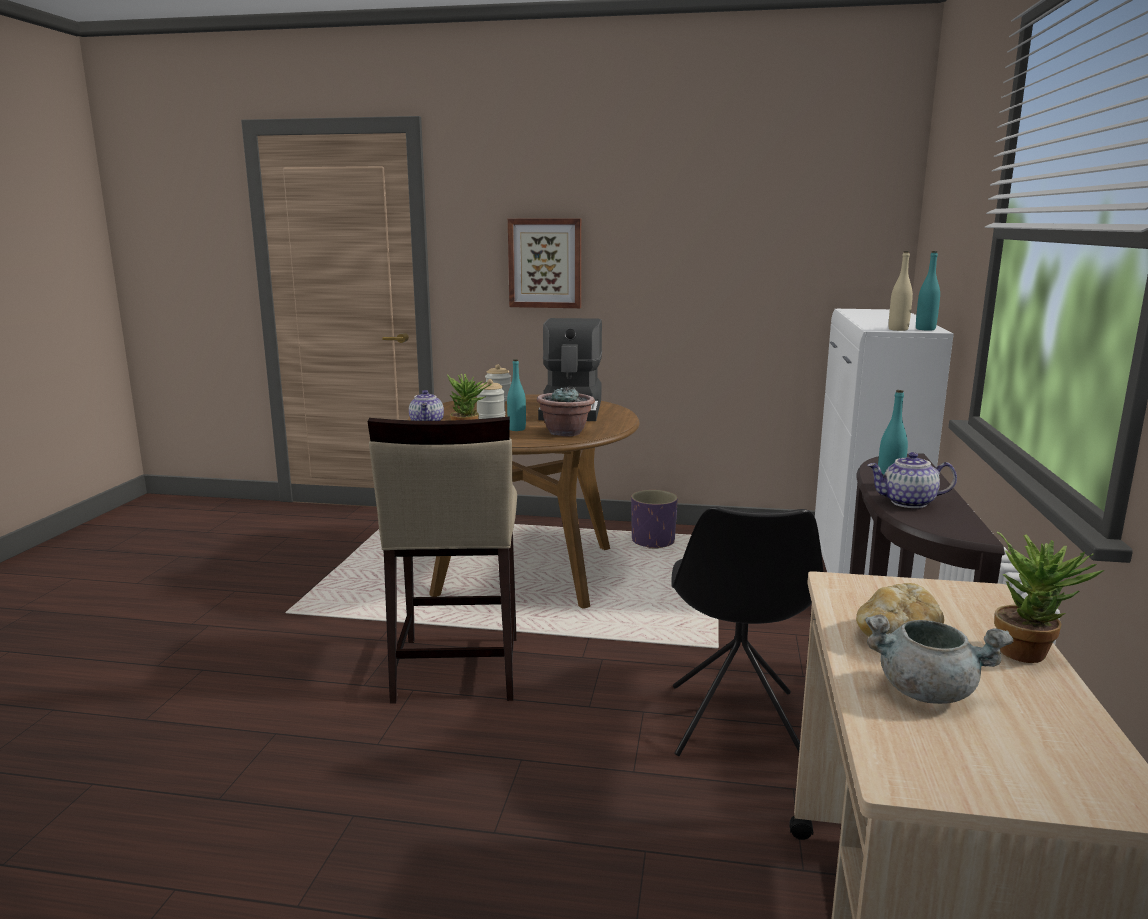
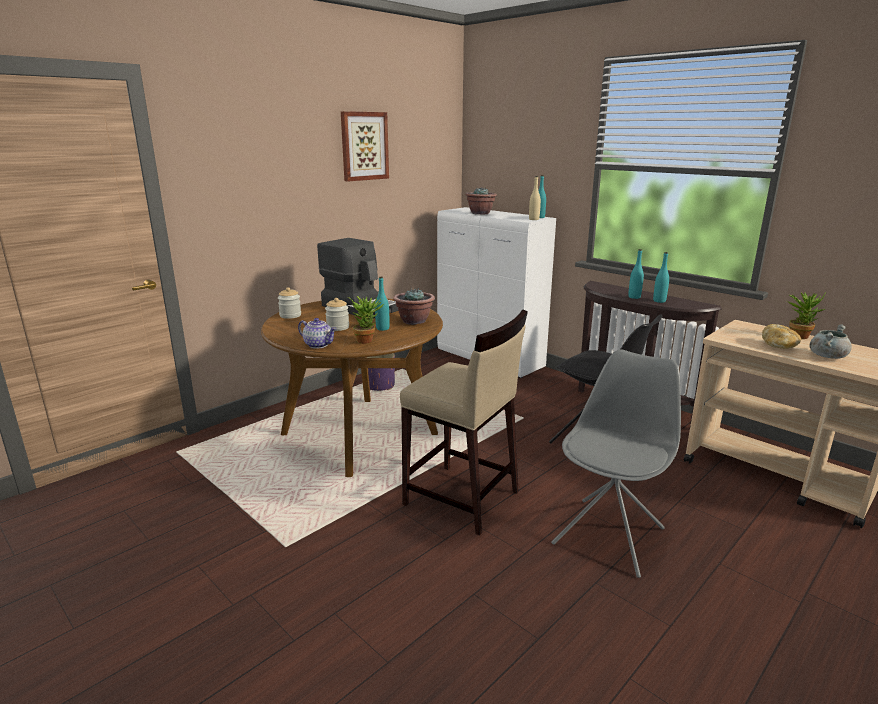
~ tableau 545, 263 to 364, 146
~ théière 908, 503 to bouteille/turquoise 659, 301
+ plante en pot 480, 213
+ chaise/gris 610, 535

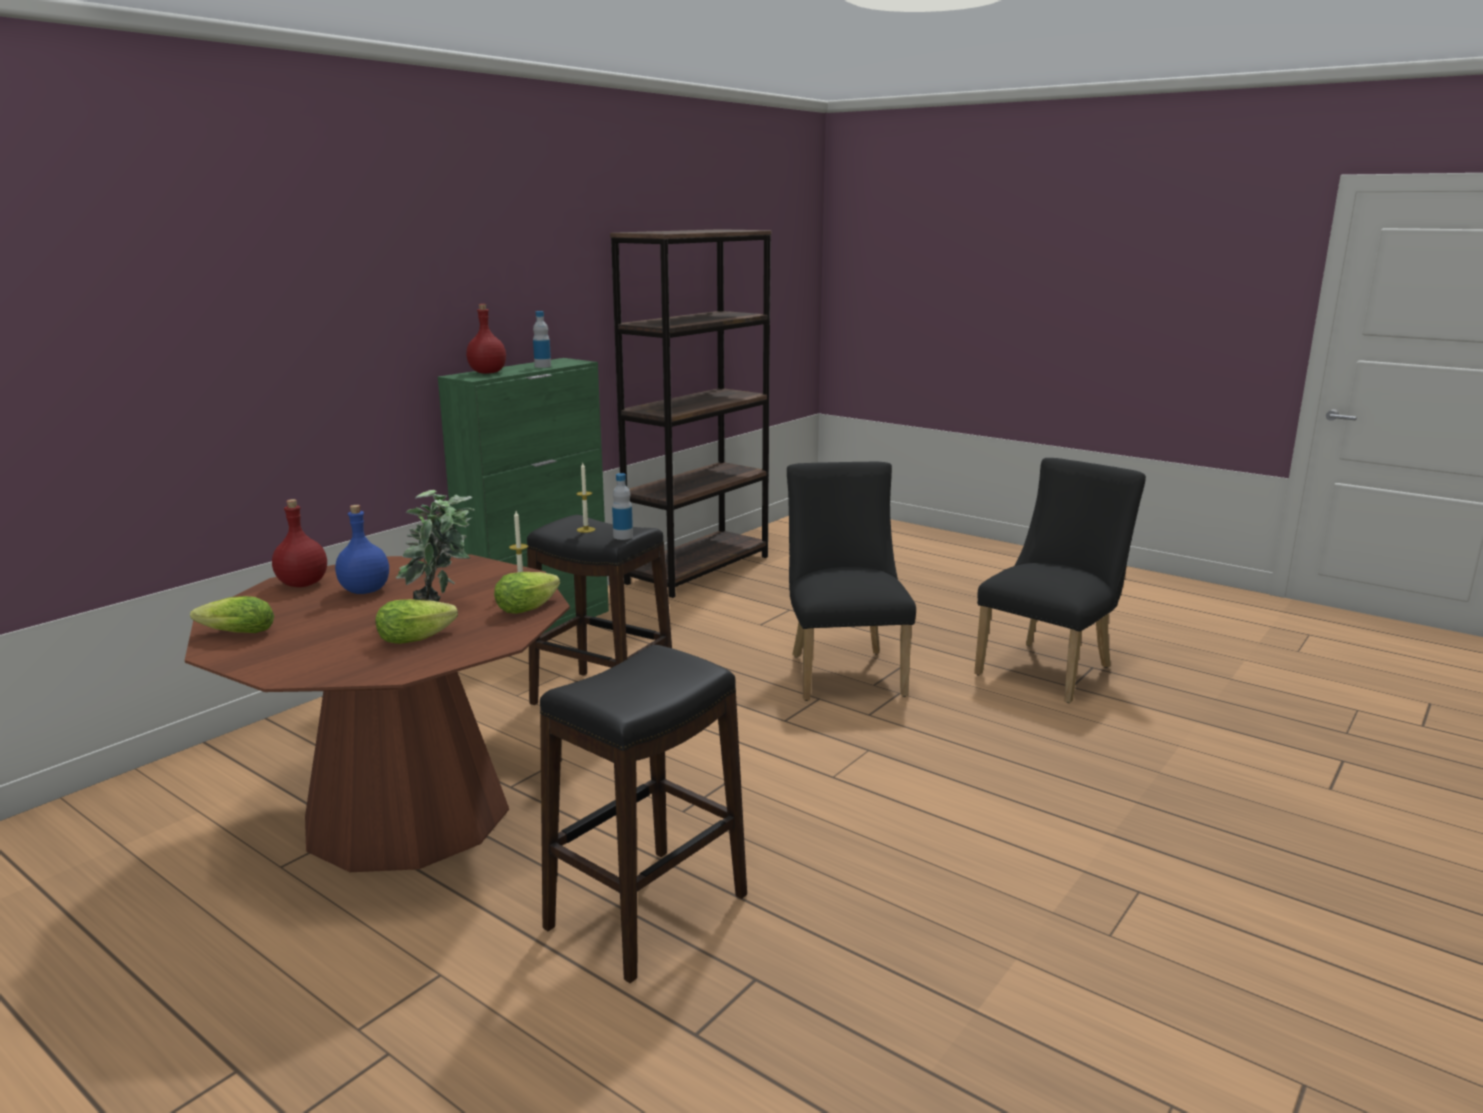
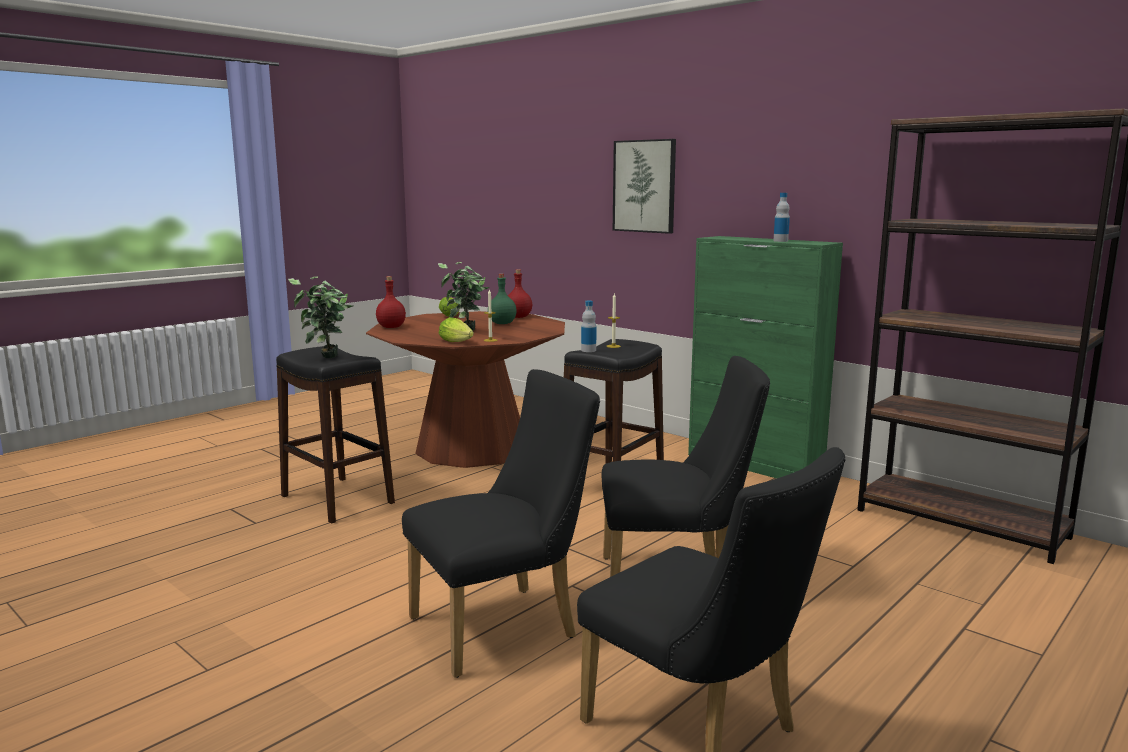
~ bouteille/rouge 487, 372 to 392, 327
~ bouteille/bleu 365, 591 to bouteille/vert 501, 323
- laitue 420, 637
+ tableau 644, 186
+ plante en pot 326, 359
+ chaise/noir 504, 625

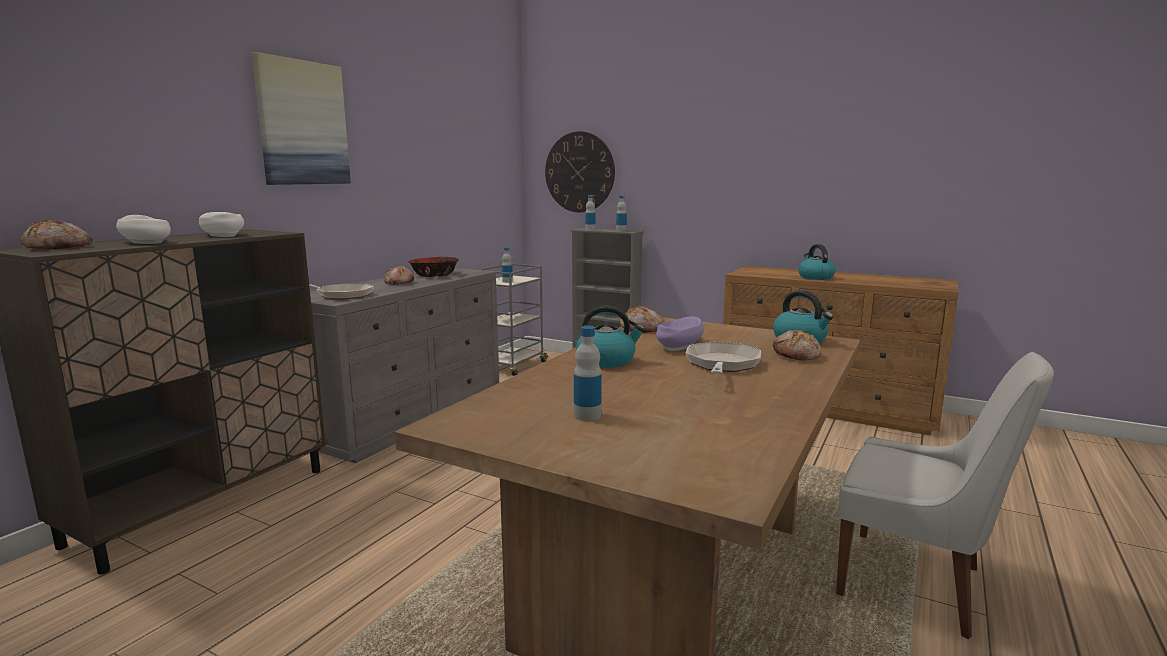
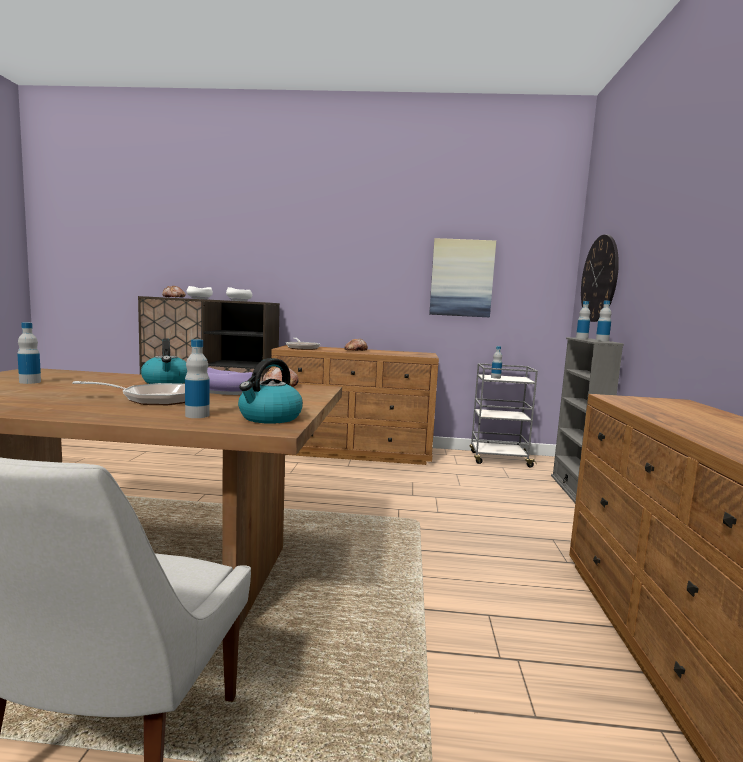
~ tableau 302, 123 to 461, 278
- bouilloire 815, 277
- bol 434, 275
~ commode/gris 409, 418 to commode/marron 354, 451
~ pain 797, 355 to bouteille 197, 415

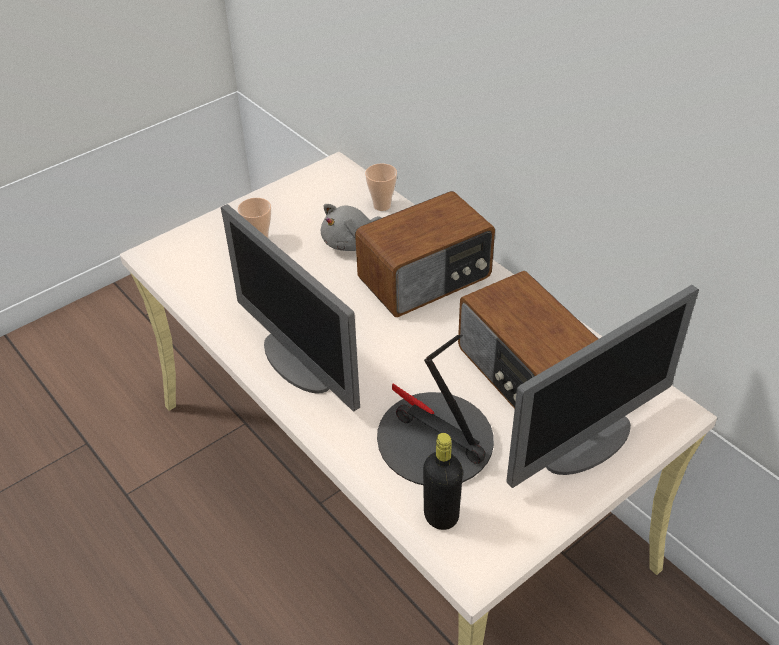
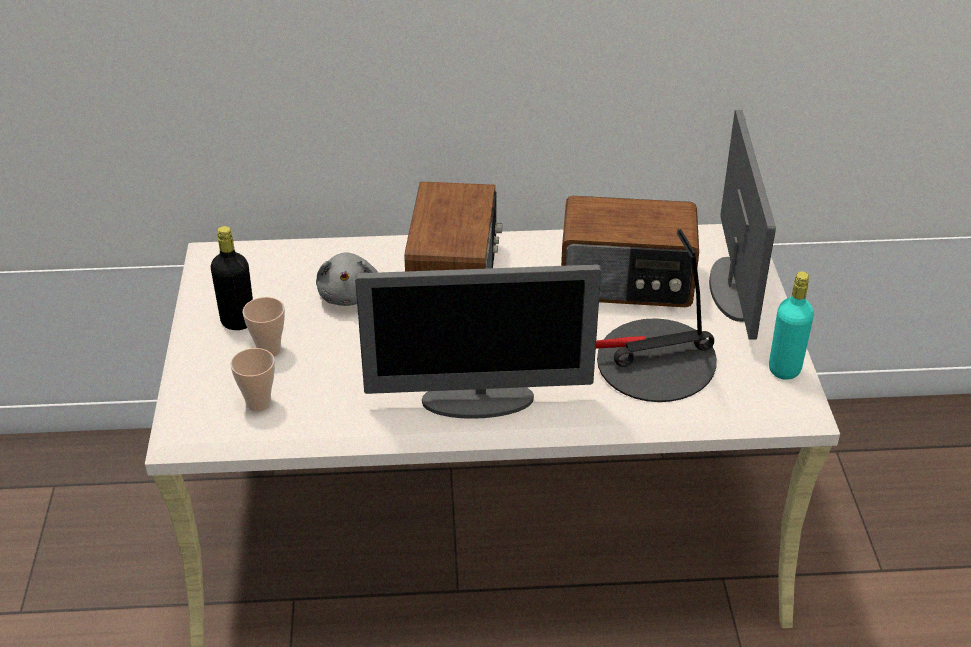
~ tasse 382, 205 to 258, 403
~ bouteille/noir 441, 516 to 238, 322
+ bouteille/turquoise 784, 369

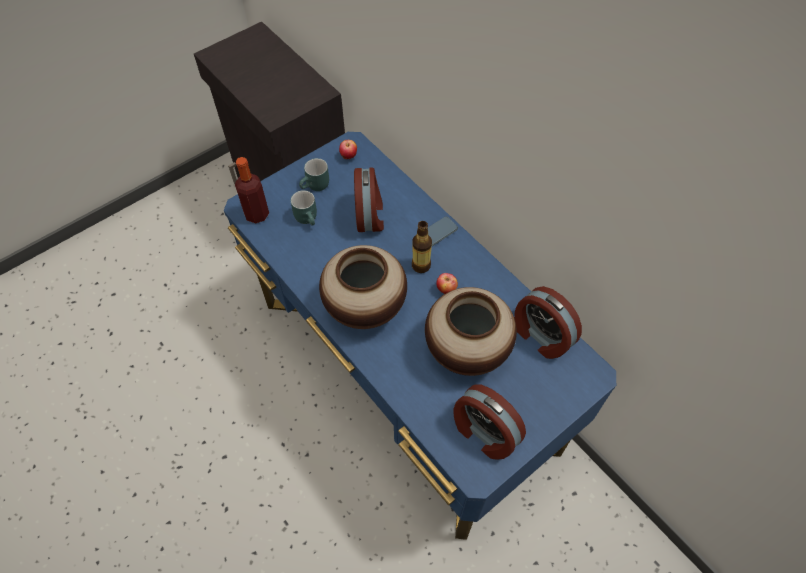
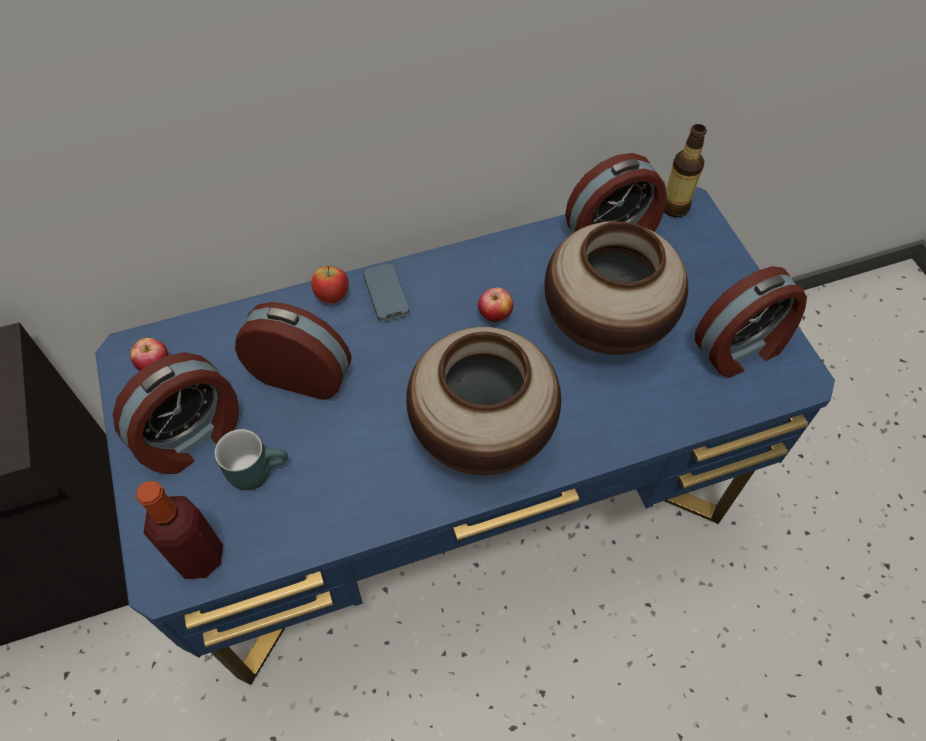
~ mug/turquoise 316, 186 to réveil 192, 437
~ bouteille 421, 265 to 674, 207
+ pomme 332, 297

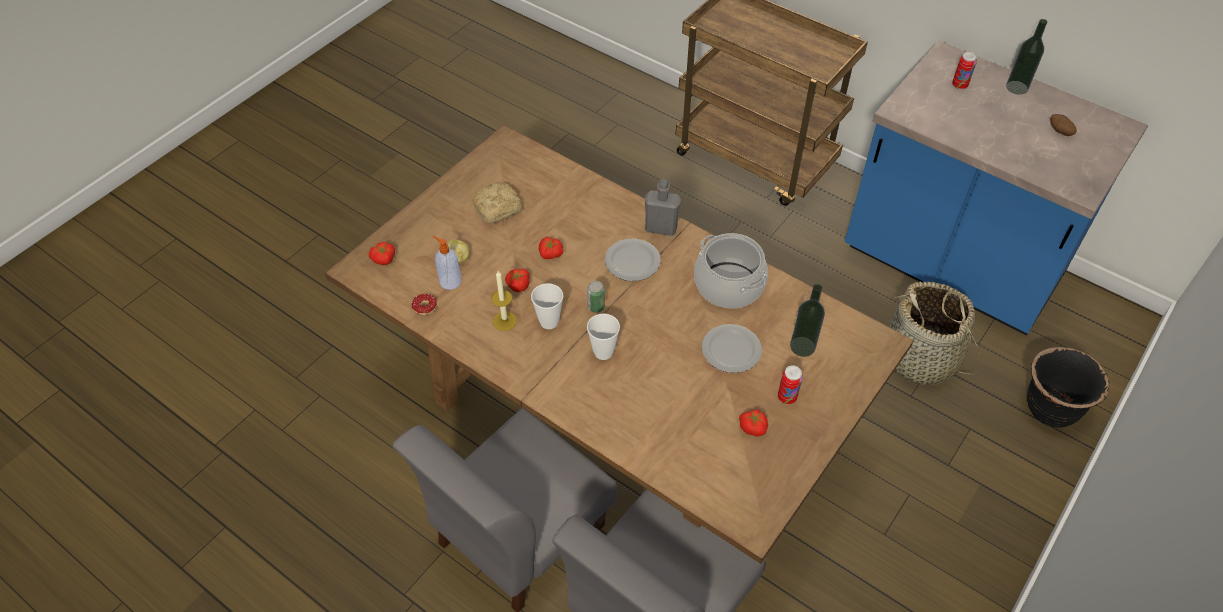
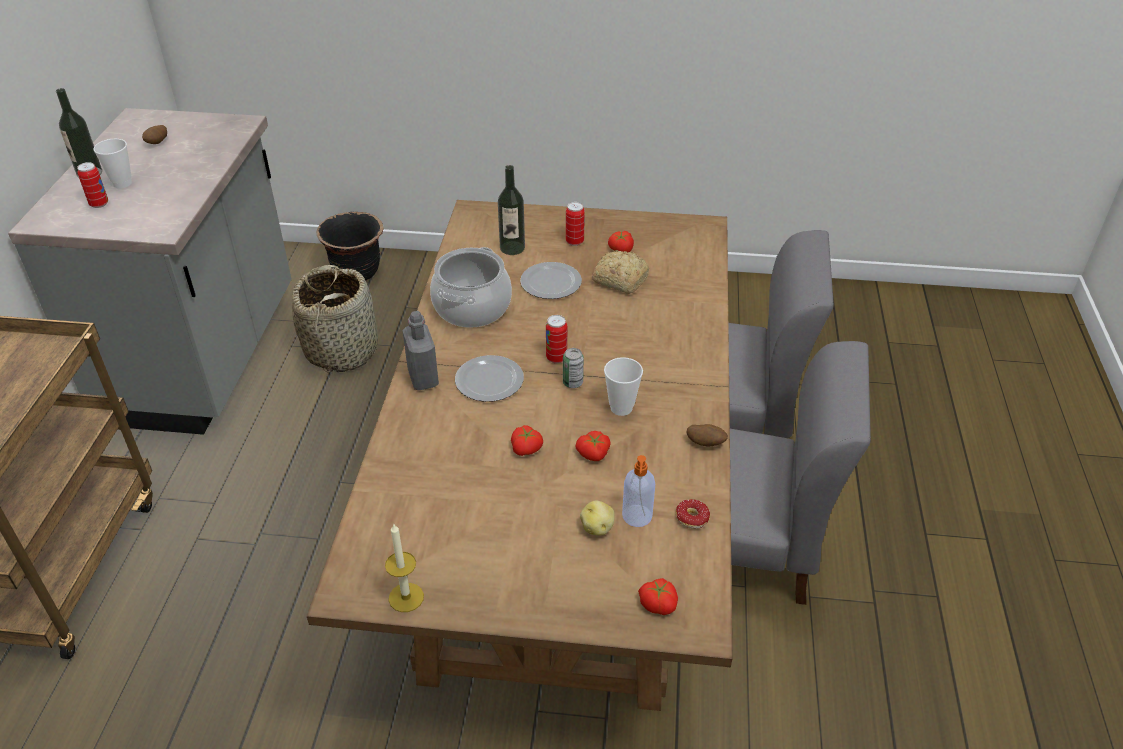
~ comptoir de cuisine/bleu 950, 267 to comptoir de cuisine/gris 206, 358
~ pain 499, 209 to 619, 279
~ bougie 504, 321 to 406, 597
~ tasse 603, 352 to 122, 183
+ boîte métallique 556, 358
+ pomme de terre 705, 443

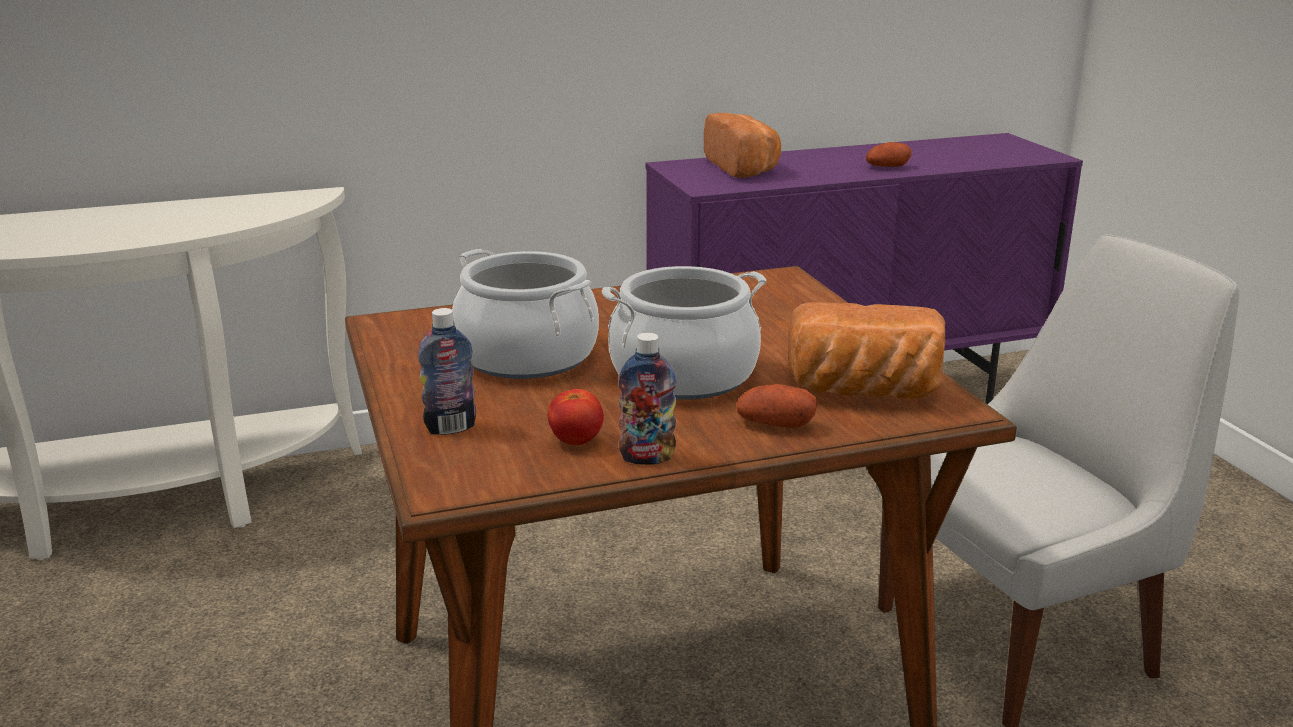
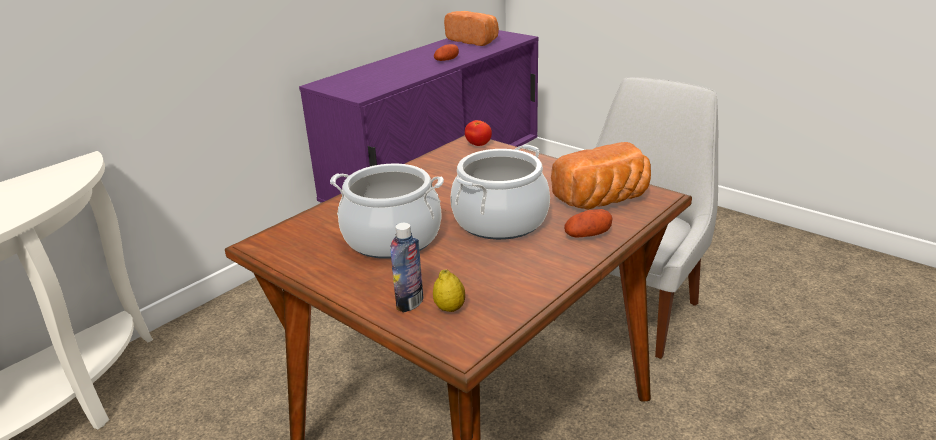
~ pain 744, 168 to 474, 40
- bouteille 647, 457
~ tomate 576, 441 to 478, 144
+ citron 450, 308

